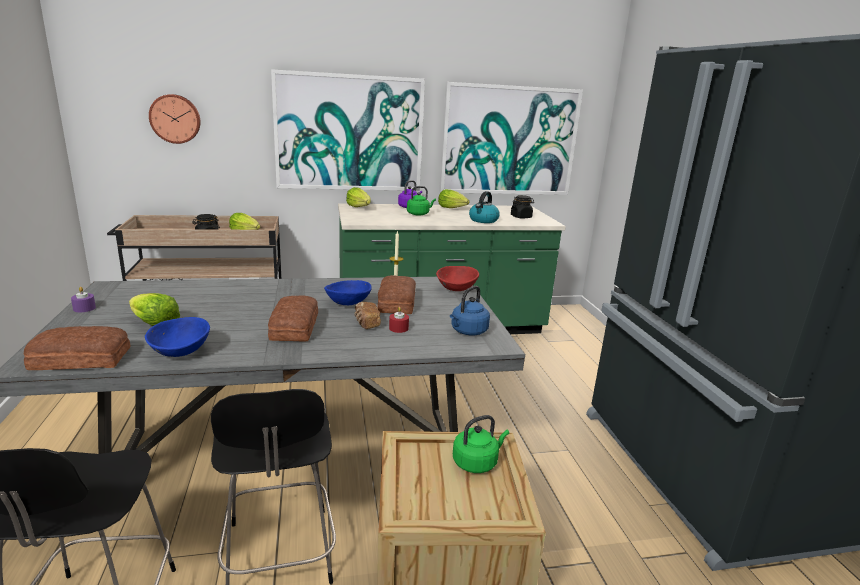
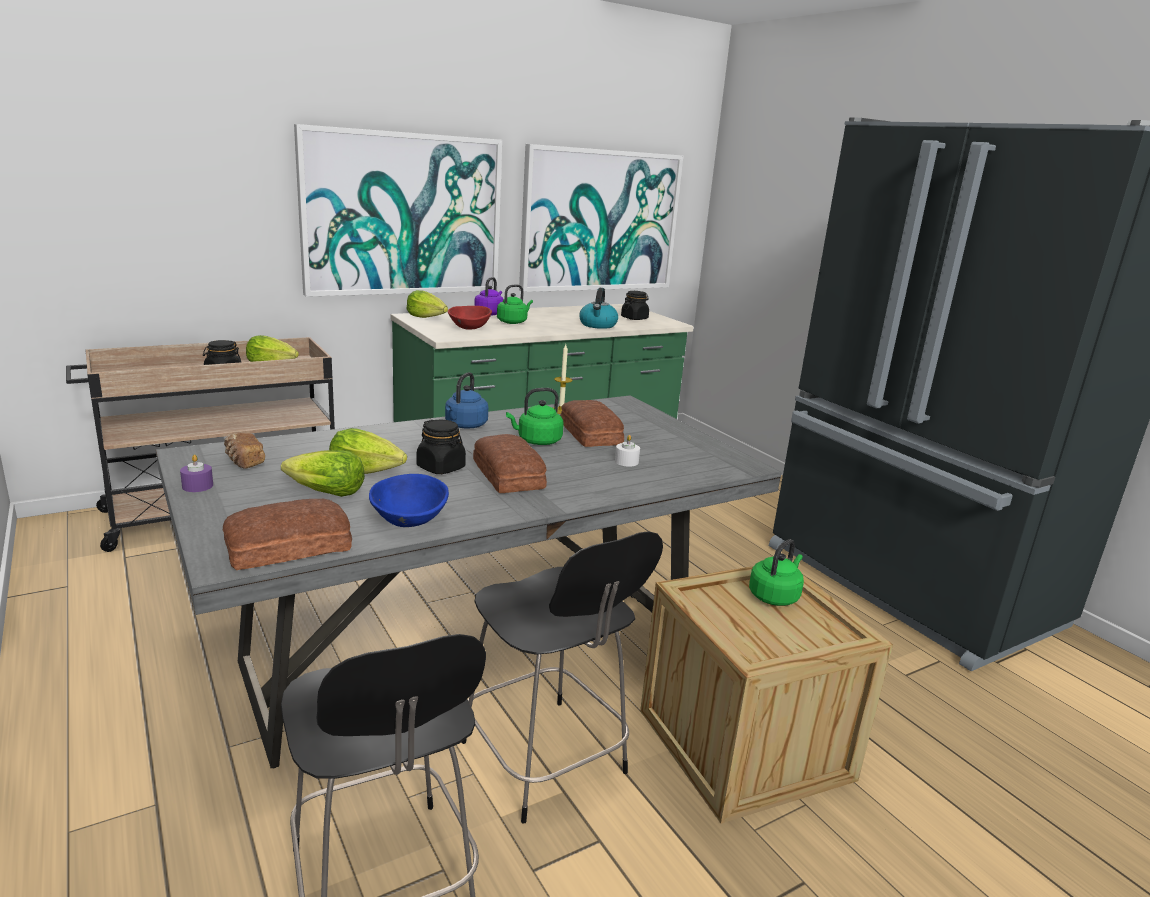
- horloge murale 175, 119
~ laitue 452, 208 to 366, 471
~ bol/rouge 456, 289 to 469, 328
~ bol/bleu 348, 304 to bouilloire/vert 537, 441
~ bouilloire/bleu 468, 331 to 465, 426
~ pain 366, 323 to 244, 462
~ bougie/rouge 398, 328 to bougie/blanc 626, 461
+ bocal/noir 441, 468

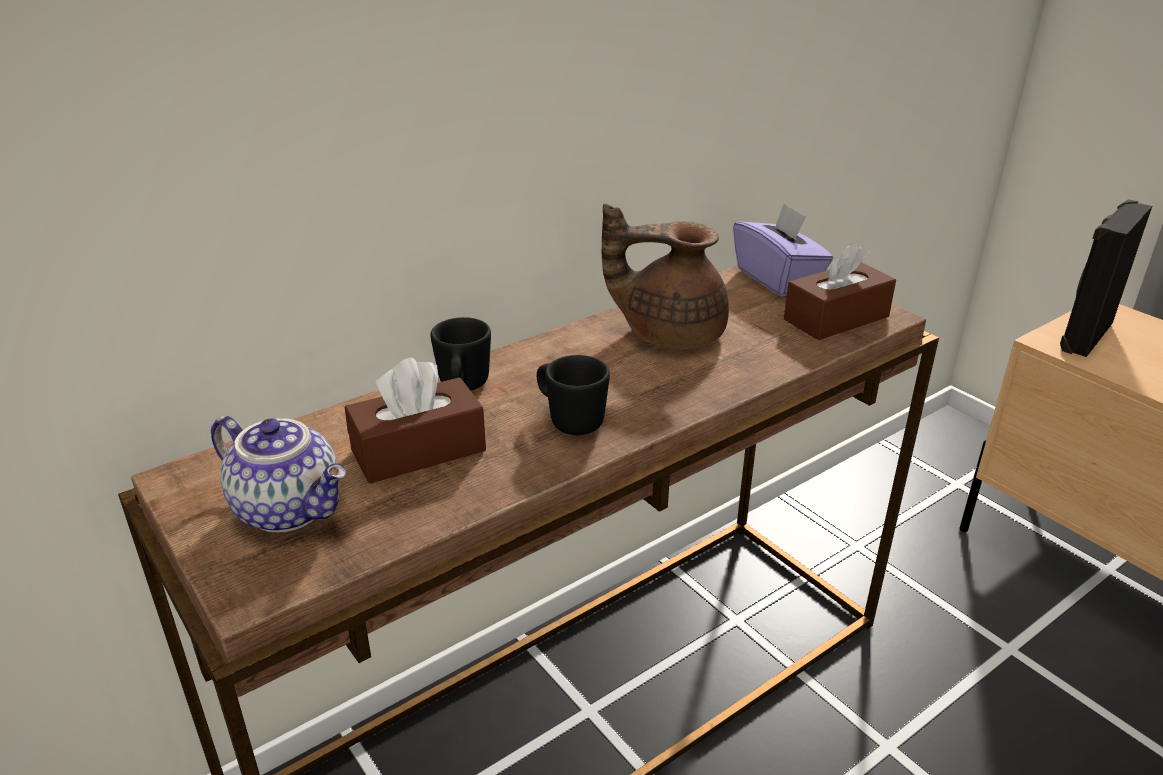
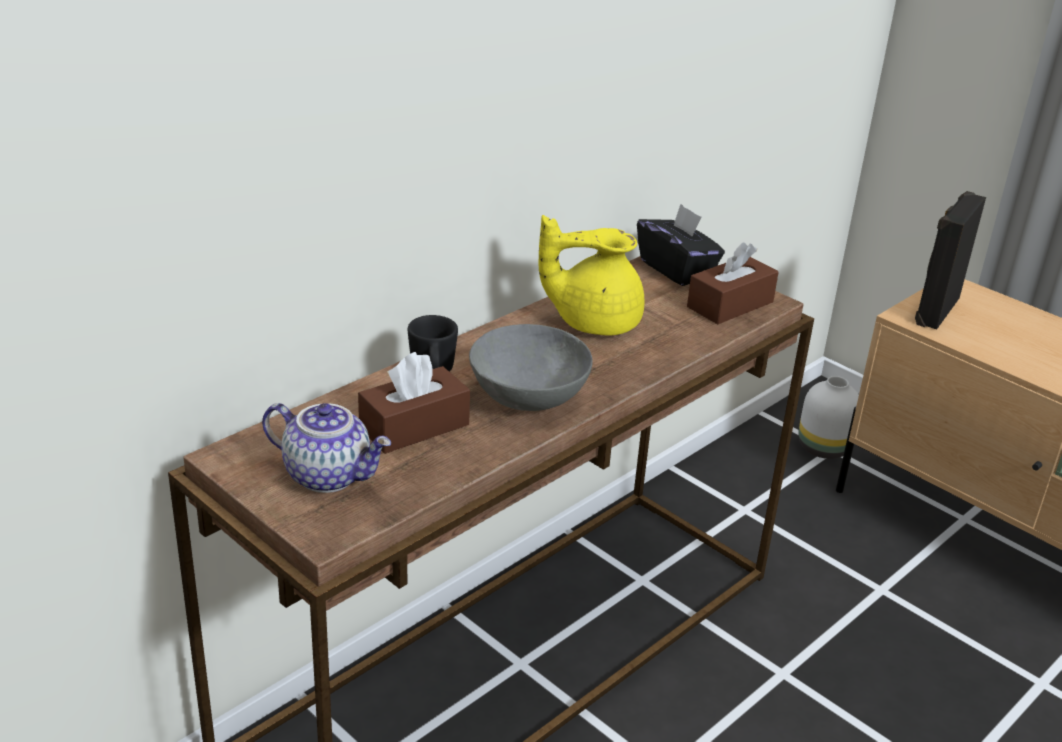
~ théière/marron 669, 332 to théière/jaune 593, 321
~ boîte à mouchoirs/violet 778, 279 to boîte à mouchoirs/noir 676, 269
~ mug/noir 569, 420 to bol/gris 529, 398
+ vase/blanc 825, 448

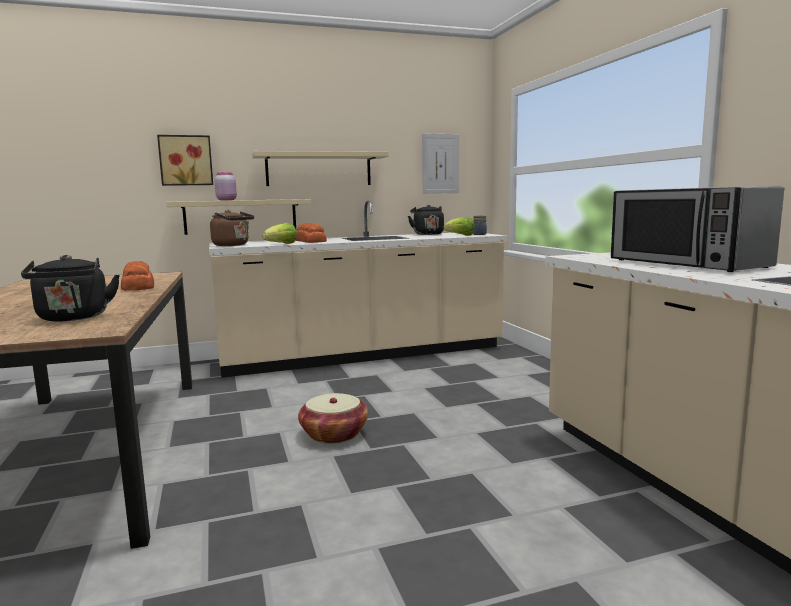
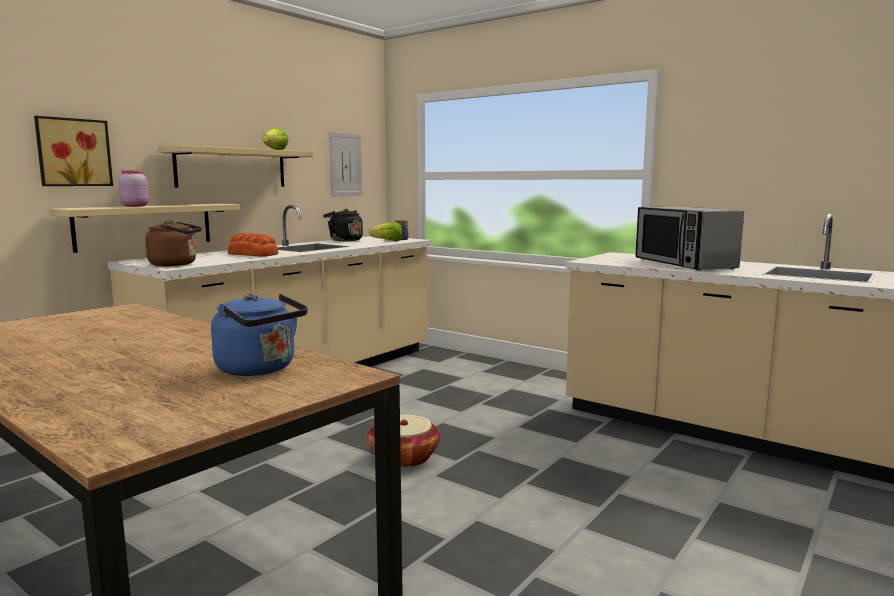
~ micro-ondes 686, 263 = 683, 263 45 degrees clockwise
~ laitue 282, 244 to 275, 149
~ bouilloire/noir 73, 318 to bouilloire/bleu 260, 369
- pain 137, 286

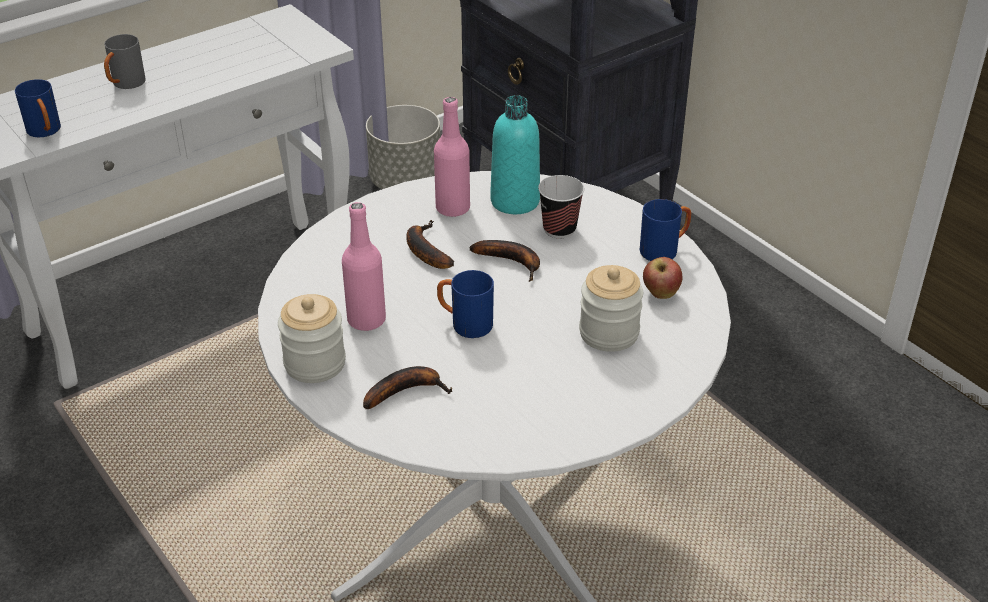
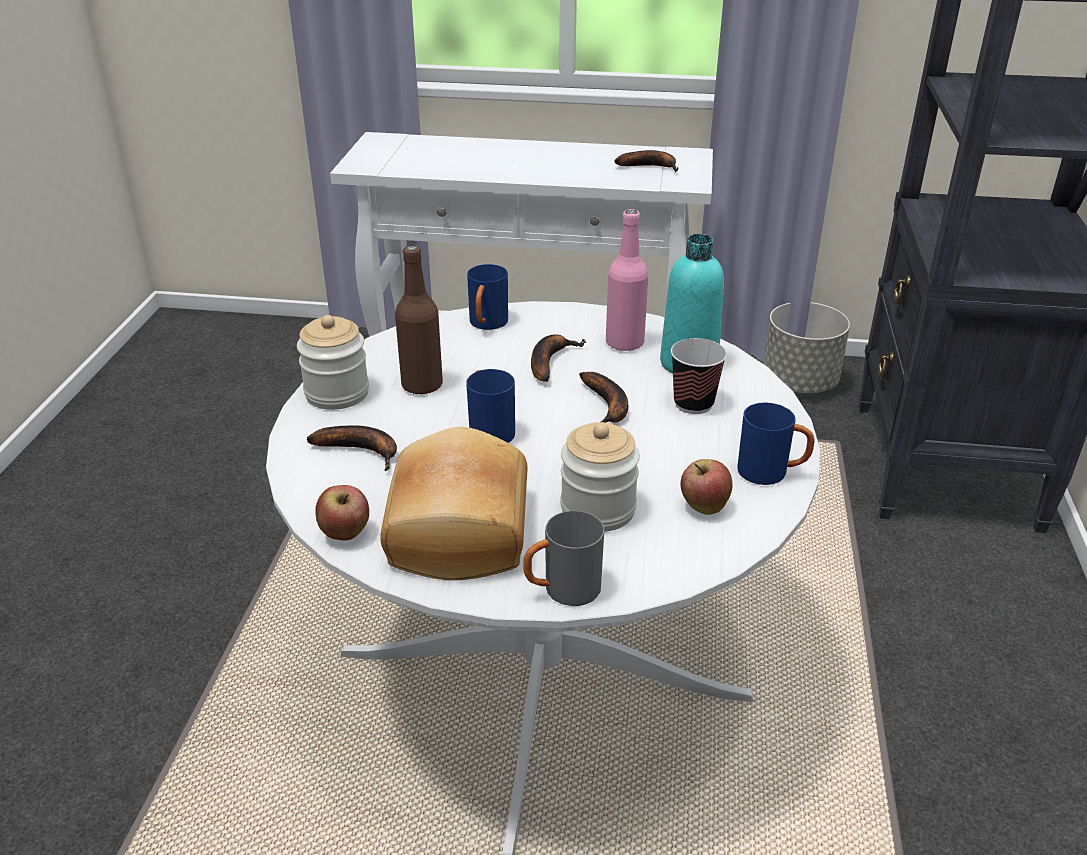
~ mug/gris 125, 85 to 562, 591
~ mug/bleu 46, 132 to 486, 325
~ bouteille/rose 366, 320 to bouteille/marron 422, 385
+ banane 650, 166
+ pain 454, 531
+ pomme 345, 534

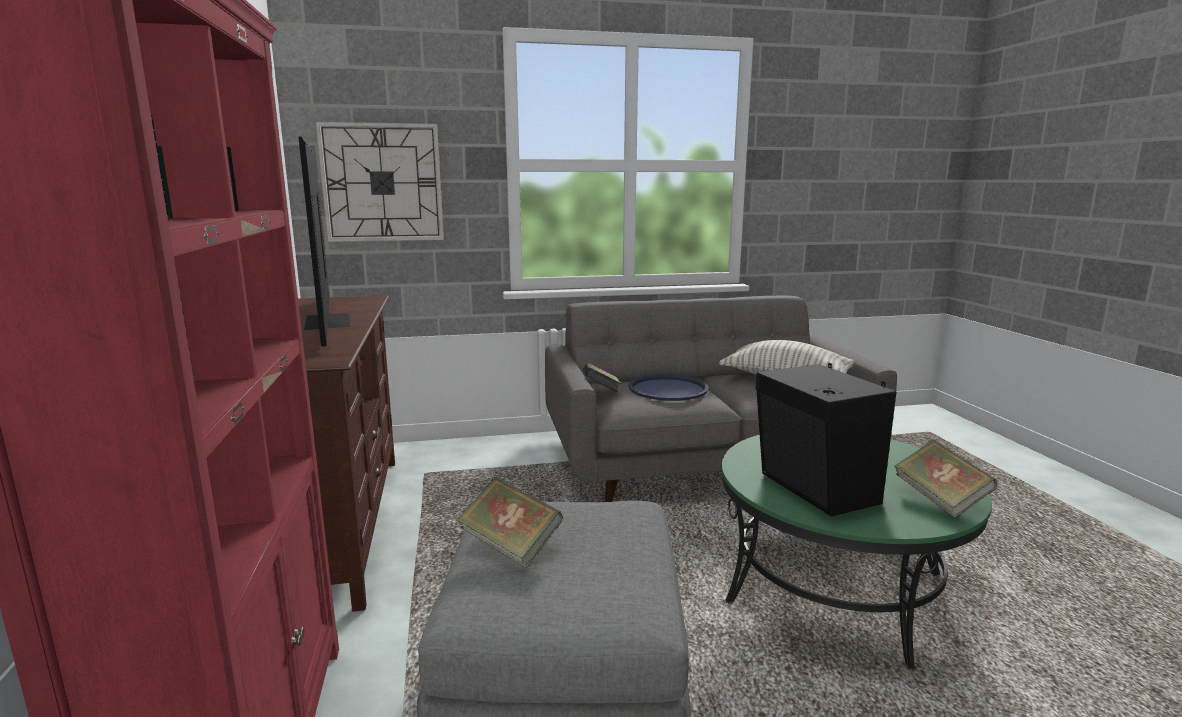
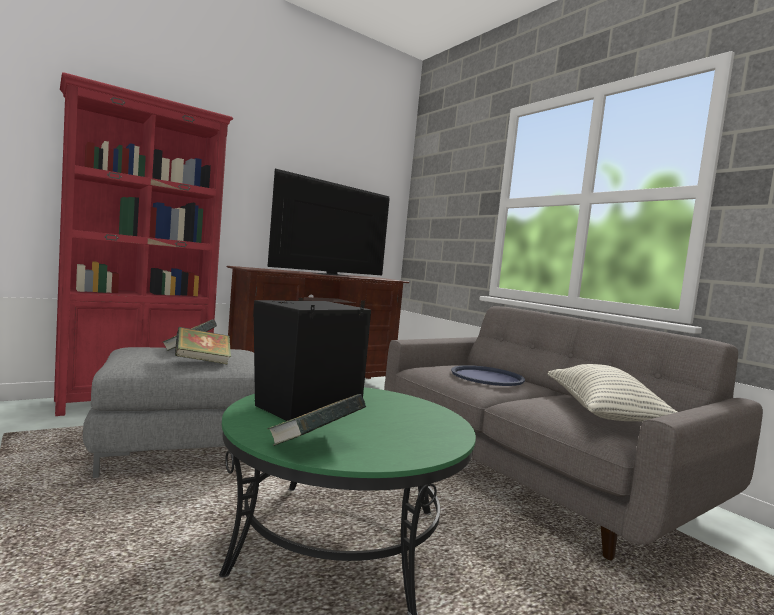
- horloge murale 382, 183
~ livre 601, 393 to 202, 362

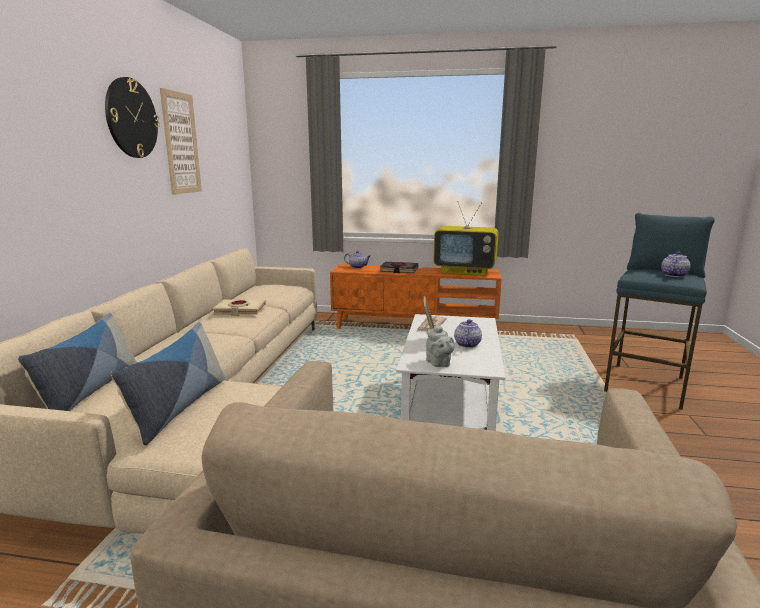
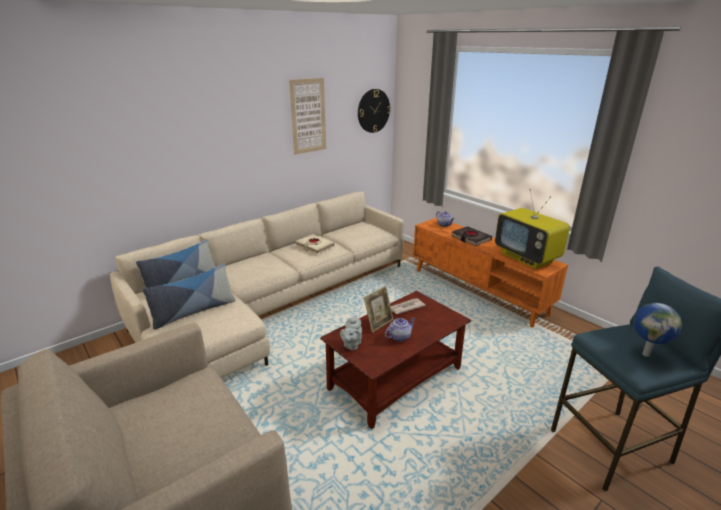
~ horloge murale 131, 118 to 373, 111
~ théière 673, 275 to globe 646, 354
~ table basse/blanc 448, 410 to table basse/marron 396, 378

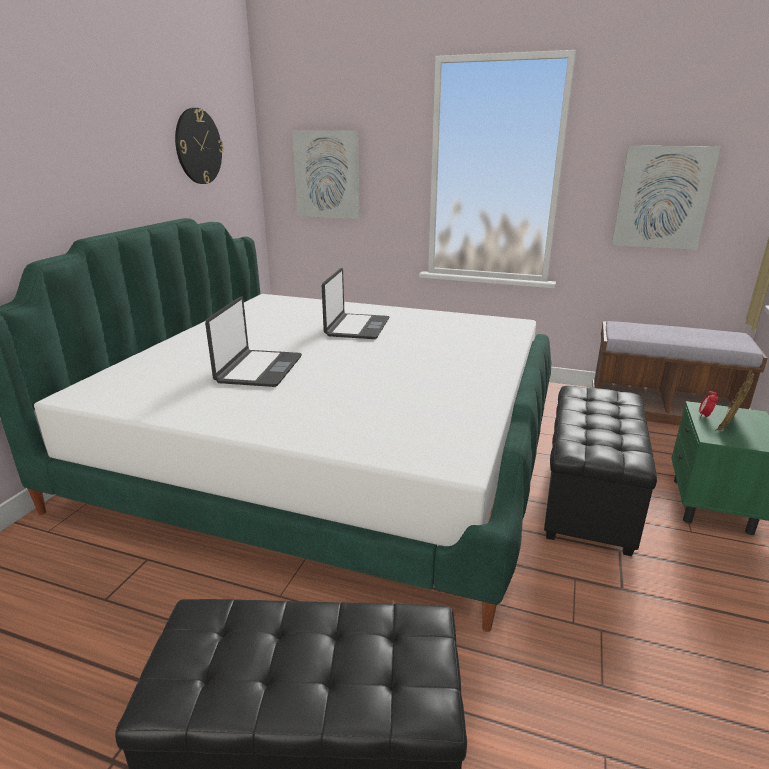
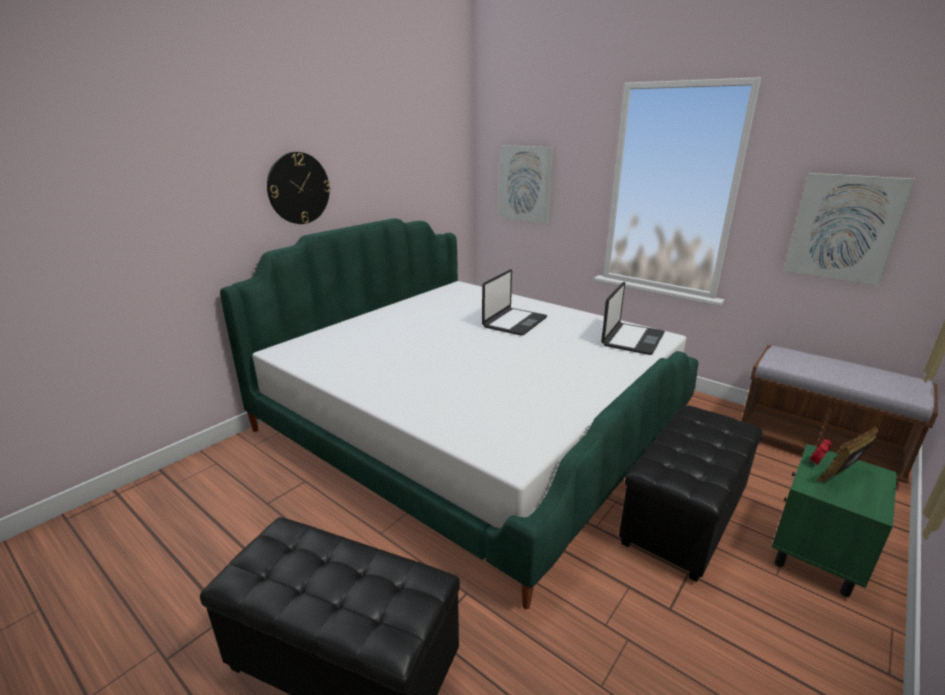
~ horloge murale 198, 146 to 298, 188
~ ordinateur portable 258, 369 to 632, 339

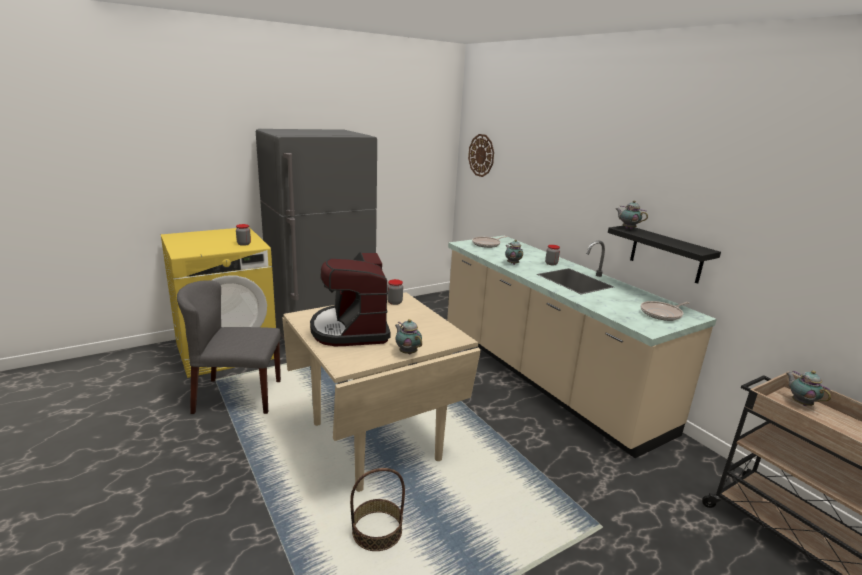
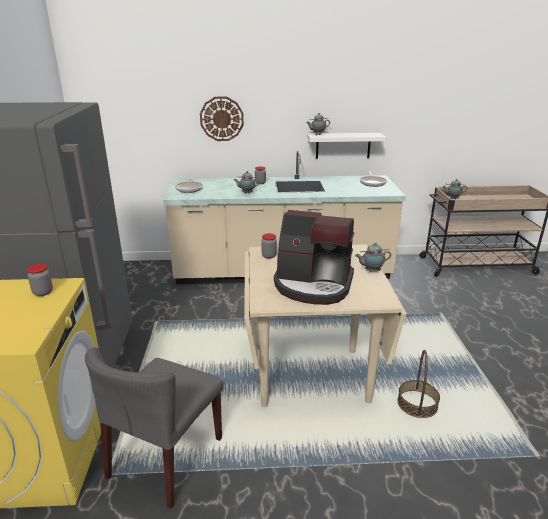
~ horloge murale 481, 155 to 221, 119
~ étagère/noir 666, 254 to étagère/blanc 343, 145

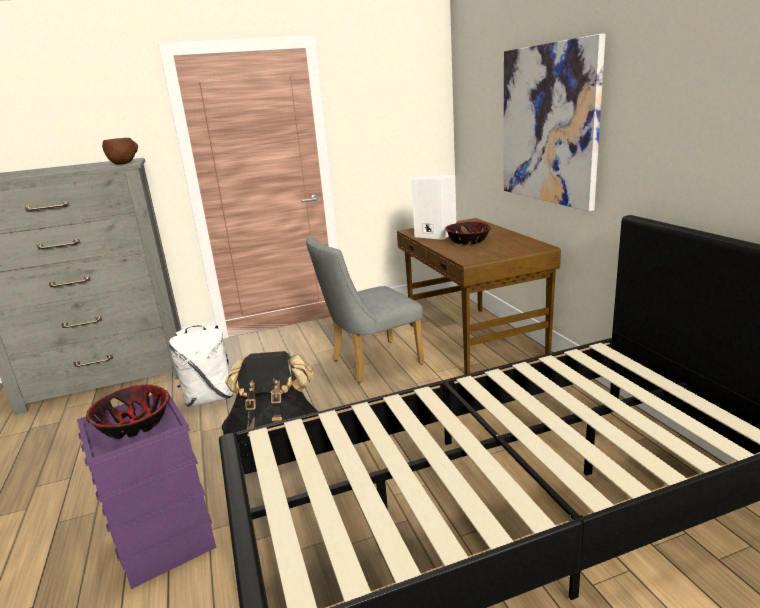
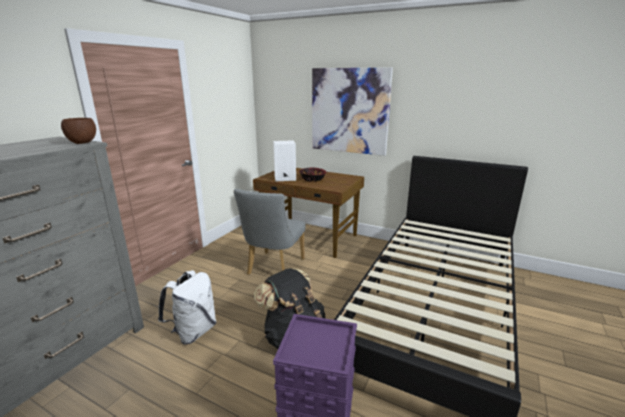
- bol 134, 425

